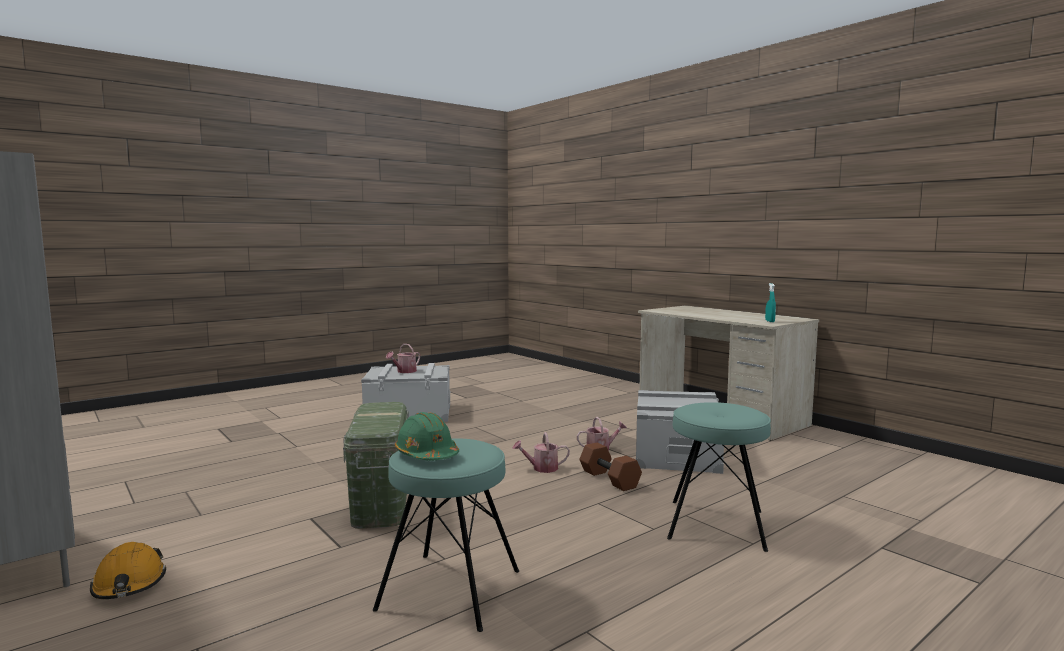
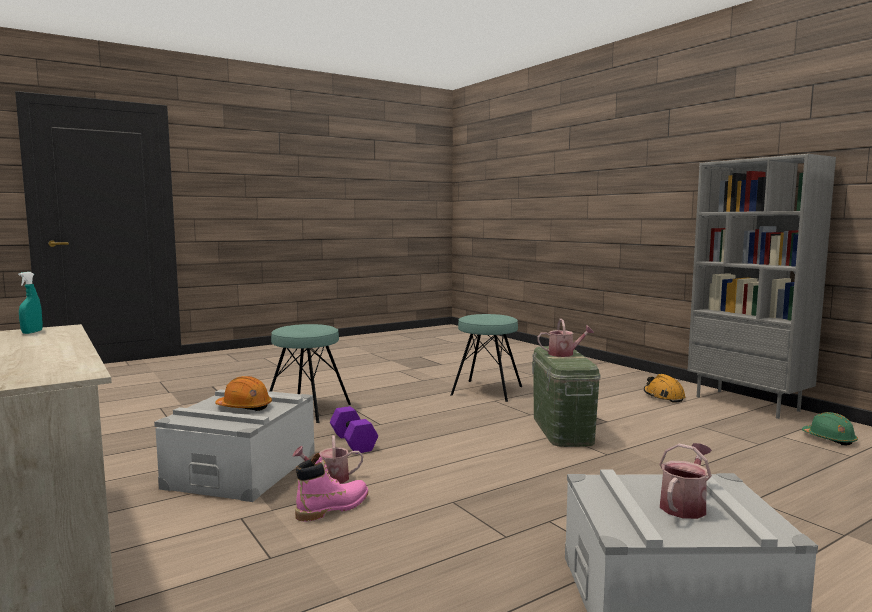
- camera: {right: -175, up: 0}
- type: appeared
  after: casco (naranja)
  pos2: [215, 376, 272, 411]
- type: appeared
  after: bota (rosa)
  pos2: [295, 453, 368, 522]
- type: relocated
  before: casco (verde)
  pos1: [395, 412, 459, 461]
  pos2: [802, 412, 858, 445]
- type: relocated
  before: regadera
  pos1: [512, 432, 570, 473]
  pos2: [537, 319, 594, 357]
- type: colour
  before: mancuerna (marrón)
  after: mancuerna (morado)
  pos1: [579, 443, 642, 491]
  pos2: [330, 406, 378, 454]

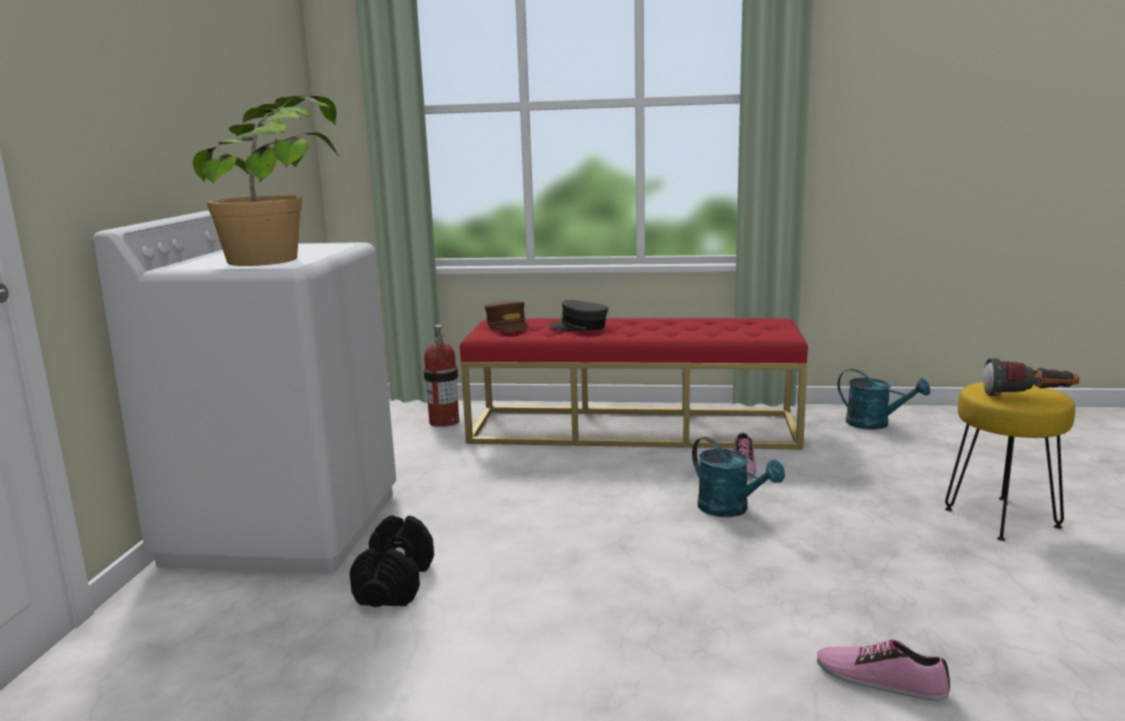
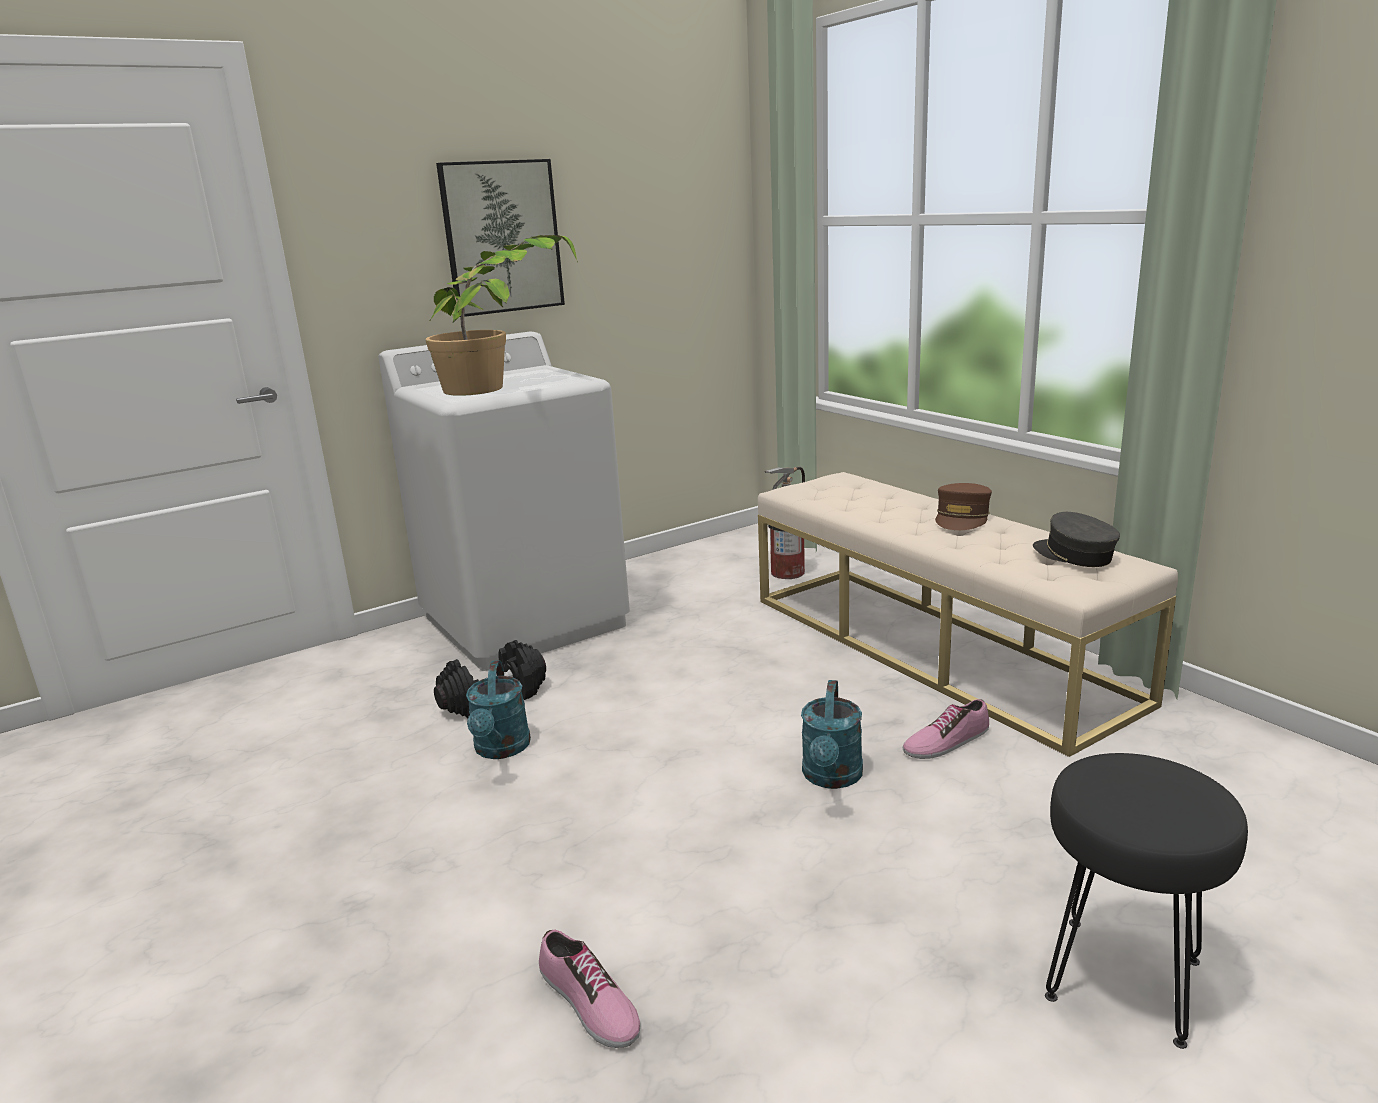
- camera: {right: 50, up: 5}
- type: missing
  before: linterna
  pos1: [983, 358, 1079, 396]
- type: appeared
  after: cuadro
  pos2: [436, 159, 565, 317]
- type: relocated
  before: gorra (marrón)
  pos1: [485, 301, 528, 332]
  pos2: [935, 483, 992, 530]
- type: relocated
  before: gorra (gris)
  pos1: [548, 300, 609, 331]
  pos2: [1033, 512, 1120, 567]
- type: relocated
  before: regadera (turquesa)
  pos1: [838, 369, 930, 430]
  pos2: [466, 660, 531, 759]
- type: colour
  before: banco (rojo)
  after: banco (beis)
  pos1: [460, 318, 808, 450]
  pos2: [758, 472, 1178, 757]
- type: colour
  before: taburete (amarillo)
  after: taburete (negro)
  pos1: [945, 382, 1075, 541]
  pos2: [1045, 753, 1248, 1049]
- type: spun
  before: zapato
  pos1: [817, 640, 950, 701]
  pos2: [539, 929, 641, 1048]
  turn: 150

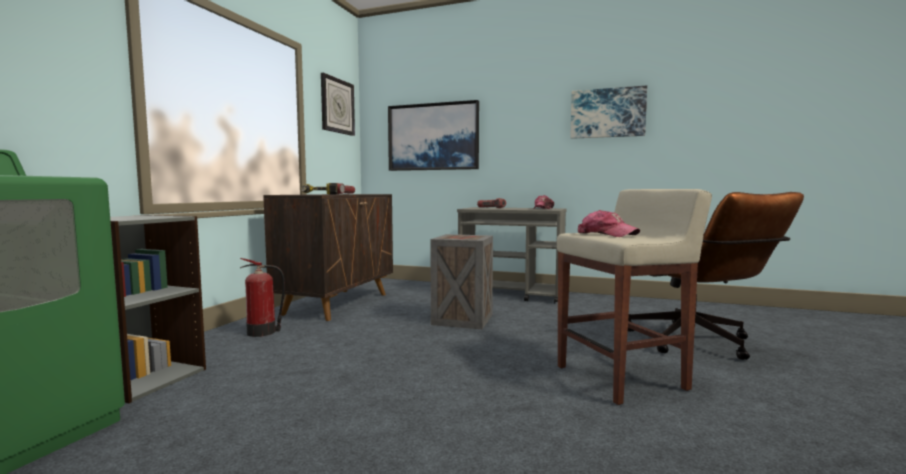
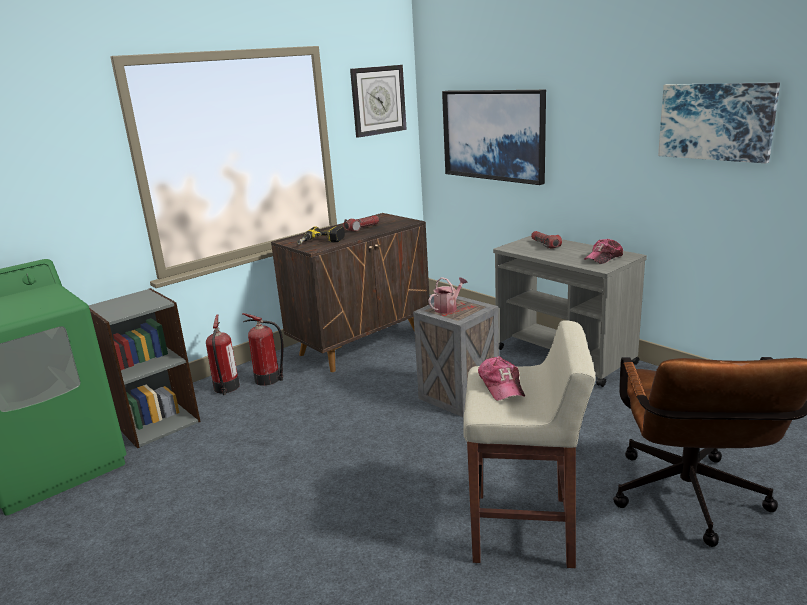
- camera: {right: 30, up: 15}
- type: appeared
  after: extintor
  pos2: [206, 314, 240, 395]
- type: appeared
  after: regadera
  pos2: [428, 277, 468, 314]

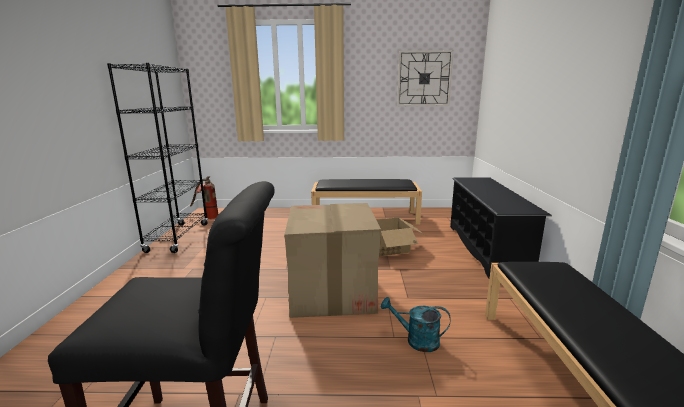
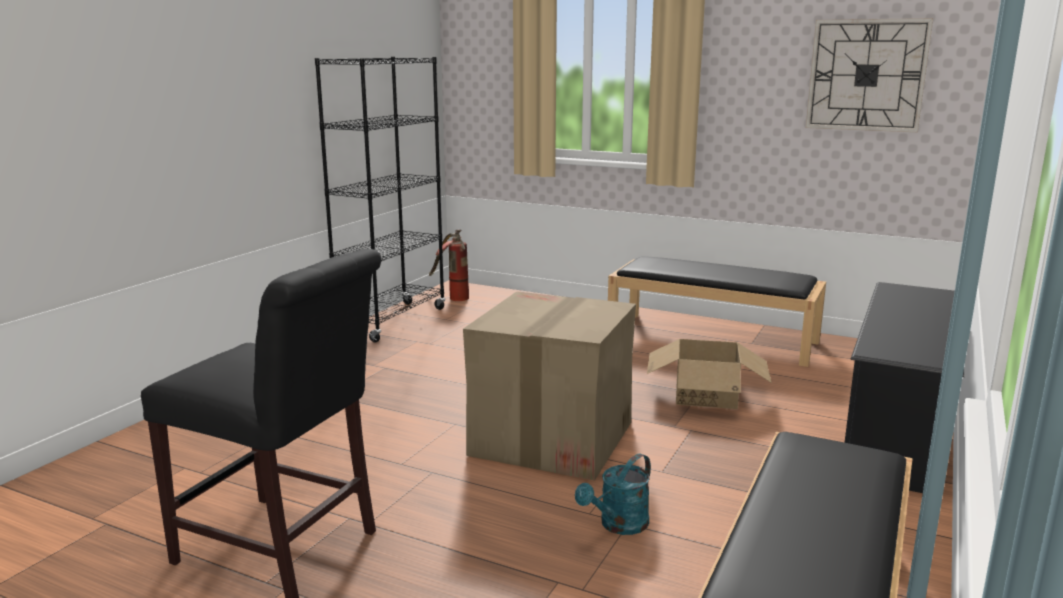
- camera: {right: 25, up: 0}
- type: spun
  before: regadera (turquesa)
  pos1: [381, 297, 451, 352]
  pos2: [575, 453, 651, 535]
  turn: -90

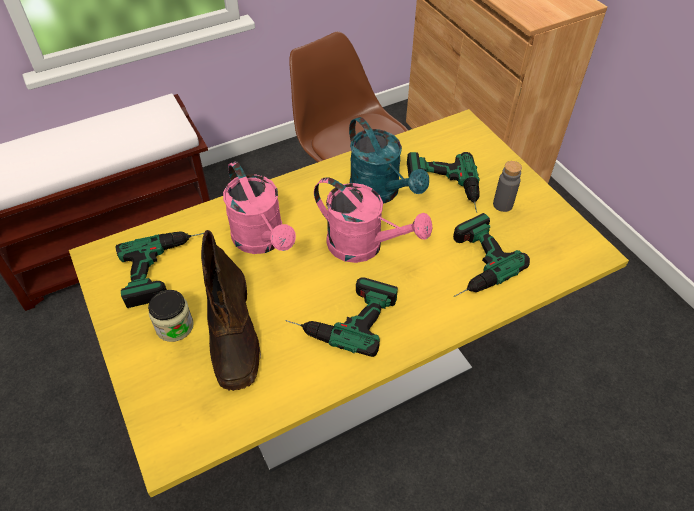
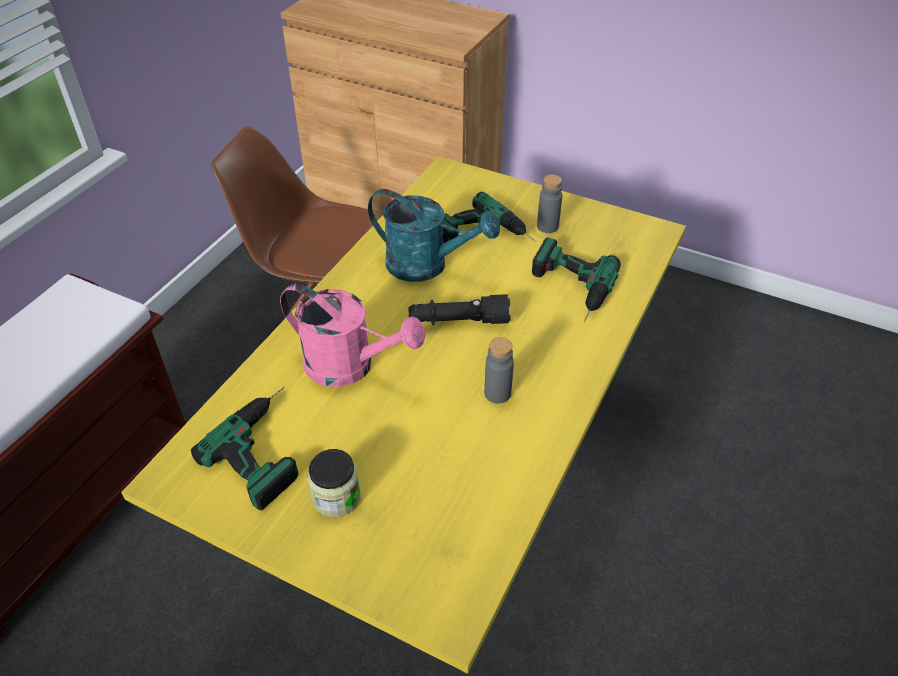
- camera: {right: -35, up: -5}
- type: missing
  before: bota (marrón)
  pos1: [201, 230, 261, 391]
- type: exchanged
  before: taladro
  after: botella (gris)
  pos1: [285, 277, 398, 357]
  pos2: [484, 337, 514, 403]
- type: exchanged
  before: regadera (rosa)
  after: linterna (negro)
  pos1: [314, 177, 433, 263]
  pos2: [408, 294, 511, 325]

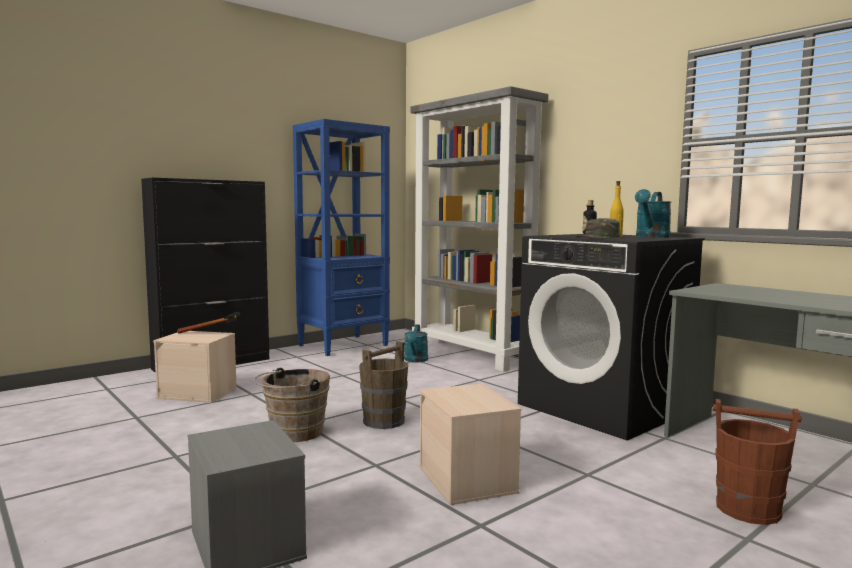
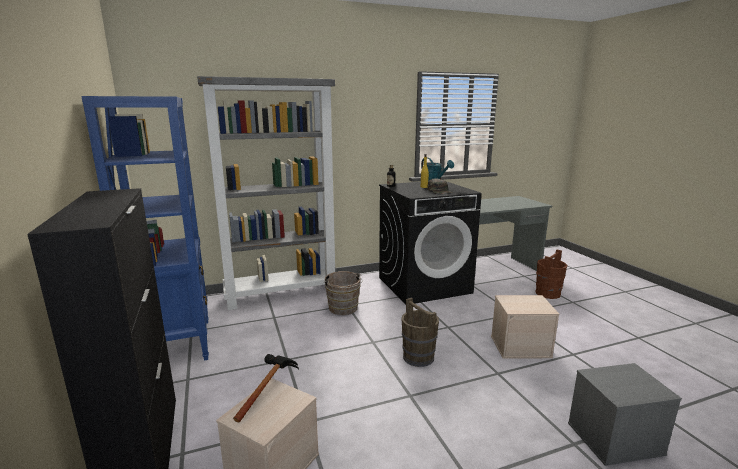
- camera: {right: -70, up: 10}
- type: missing
  before: regadera (turquesa)
  pos1: [404, 325, 428, 363]
- type: relocated
  before: cubo (marrón)
  pos1: [254, 368, 330, 442]
  pos2: [324, 271, 363, 315]

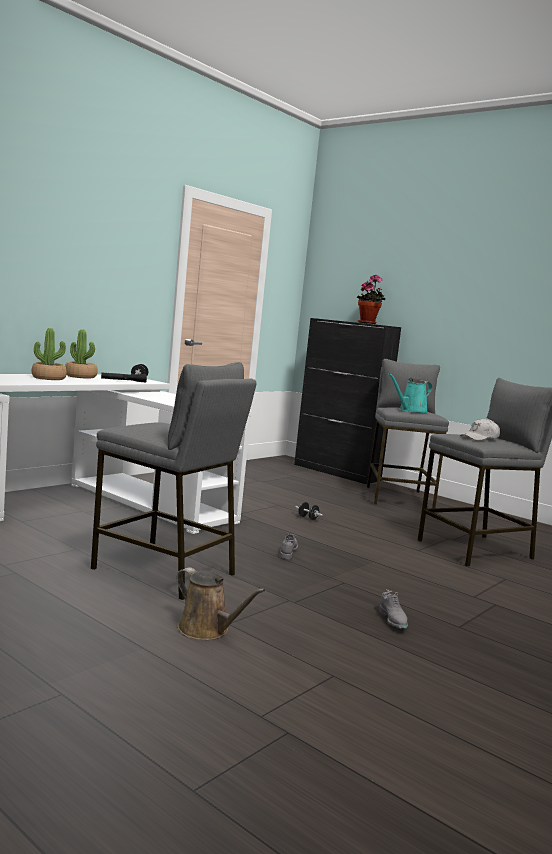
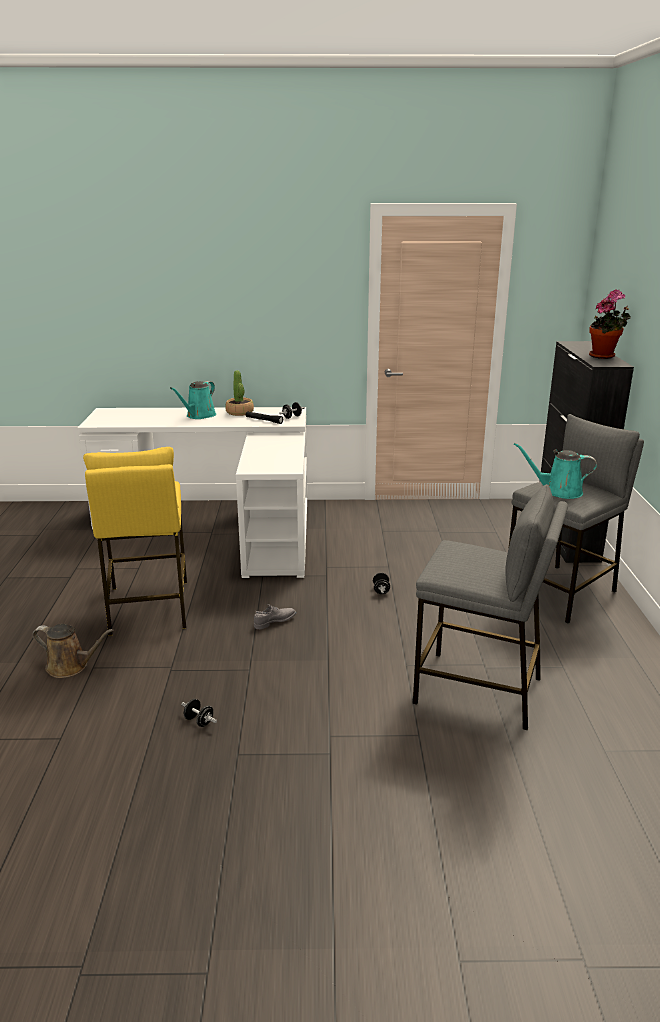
- camera: {right: 50, up: 15}
- type: missing
  before: gorra (blanco)
  pos1: [460, 418, 500, 441]
- type: exchanged
  before: planta en maceta
  after: regadera (turquesa)
  pos1: [32, 328, 67, 380]
  pos2: [170, 381, 216, 419]
- type: exchanged
  before: zapato (gris)
  after: mancuerna (negro)
  pos1: [379, 589, 408, 629]
  pos2: [181, 699, 217, 727]
- type: colour
  before: taburete (gris)
  after: taburete (amarillo)
  pos1: [91, 362, 256, 600]
  pos2: [83, 447, 187, 636]
- type: spun
  before: regadera (marrón)
  pos1: [176, 567, 266, 640]
  pos2: [32, 624, 114, 678]
  turn: -75

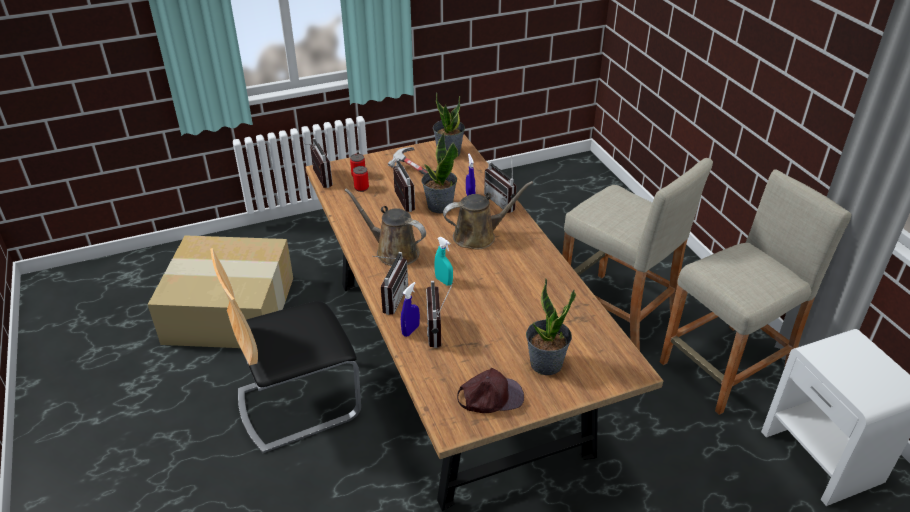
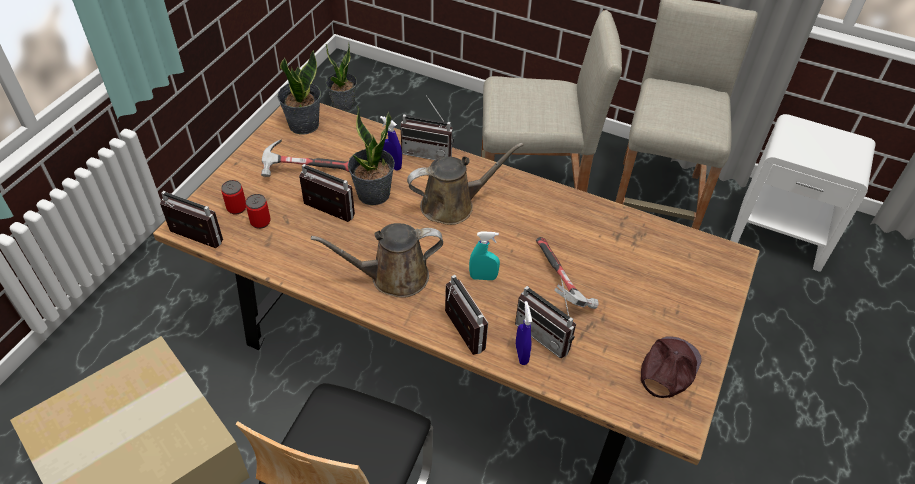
- camera: {right: -45, up: 10}
- type: appeared
  after: martillo
  pos2: [536, 237, 599, 309]
- type: relocated
  before: planta en maceta
  pos1: [526, 279, 576, 375]
  pos2: [326, 42, 357, 111]
- type: spun
  before: regadera (marrón)
  pos1: [443, 181, 533, 249]
  pos2: [407, 143, 523, 225]
  turn: 45

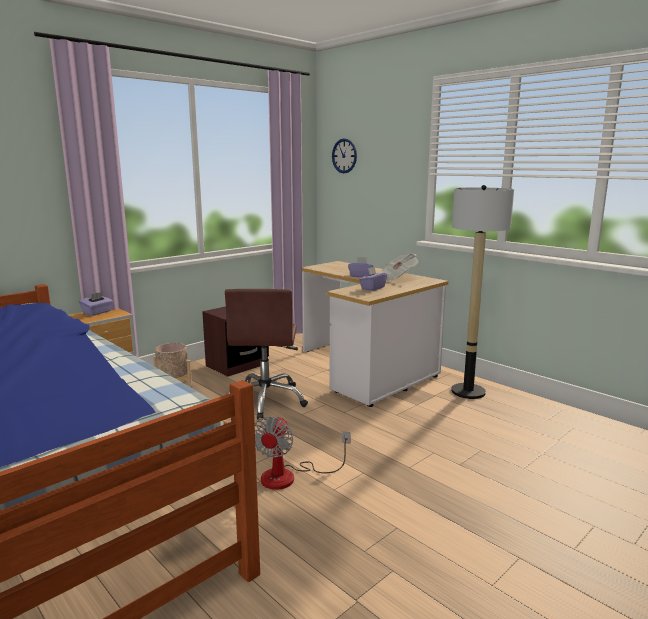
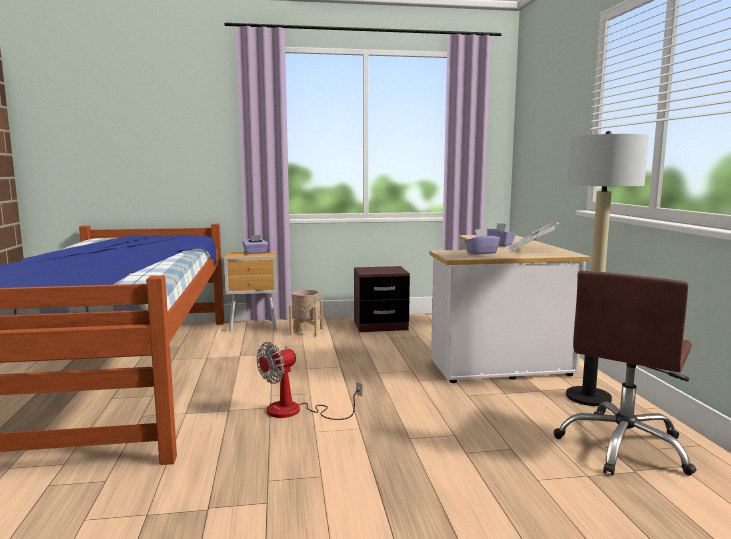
- camera: {right: 35, up: -5}
- type: missing
  before: reloj de pared
  pos1: [332, 138, 357, 173]
- type: relocated
  before: silla de oficina (marrón)
  pos1: [225, 289, 308, 420]
  pos2: [554, 271, 697, 476]

